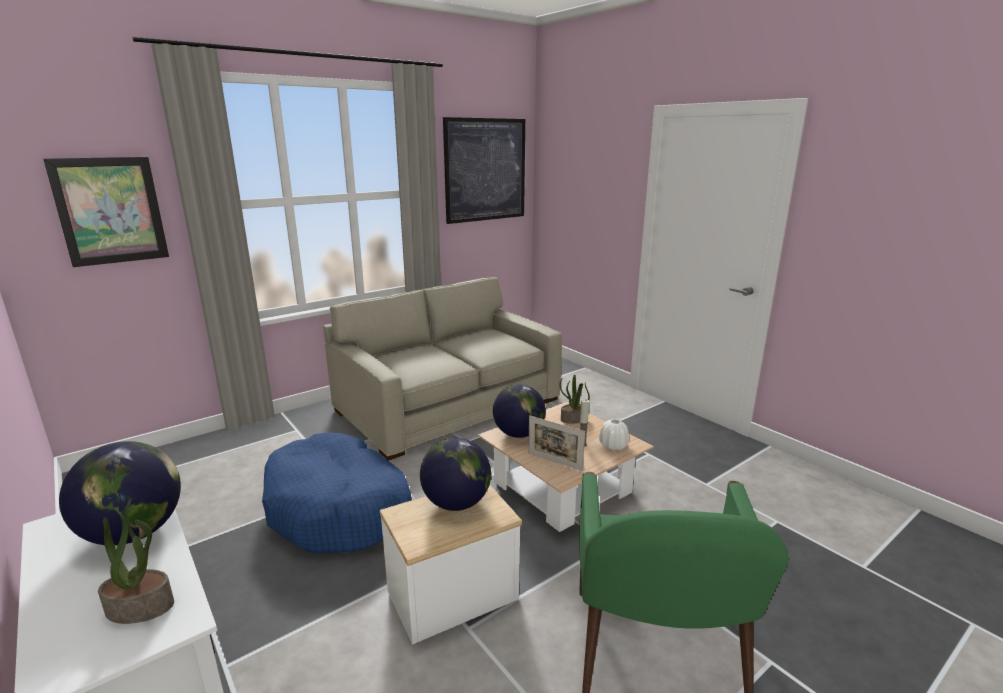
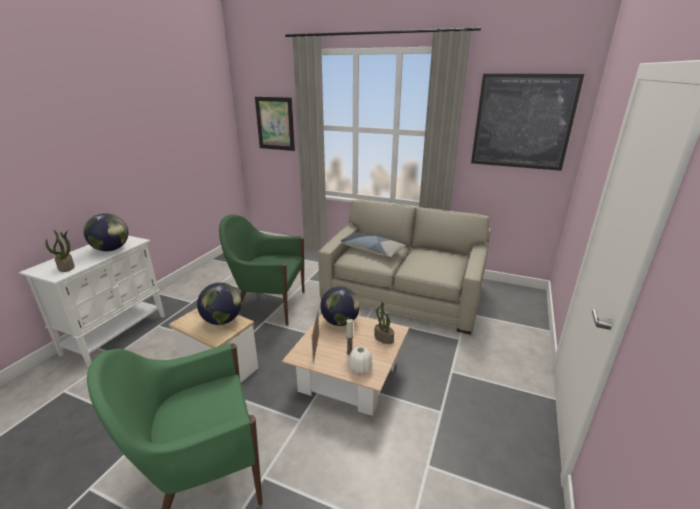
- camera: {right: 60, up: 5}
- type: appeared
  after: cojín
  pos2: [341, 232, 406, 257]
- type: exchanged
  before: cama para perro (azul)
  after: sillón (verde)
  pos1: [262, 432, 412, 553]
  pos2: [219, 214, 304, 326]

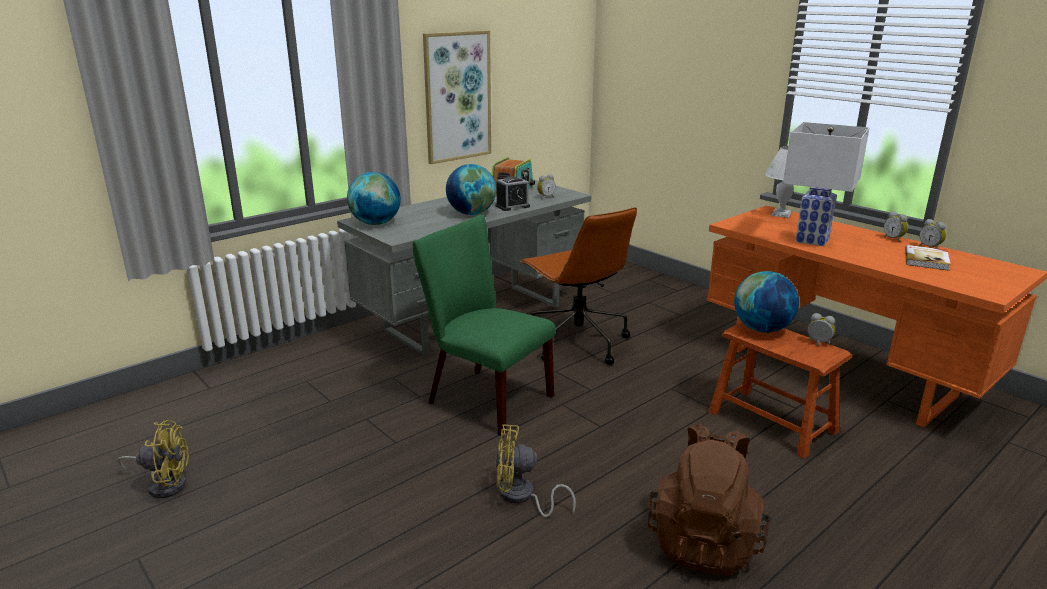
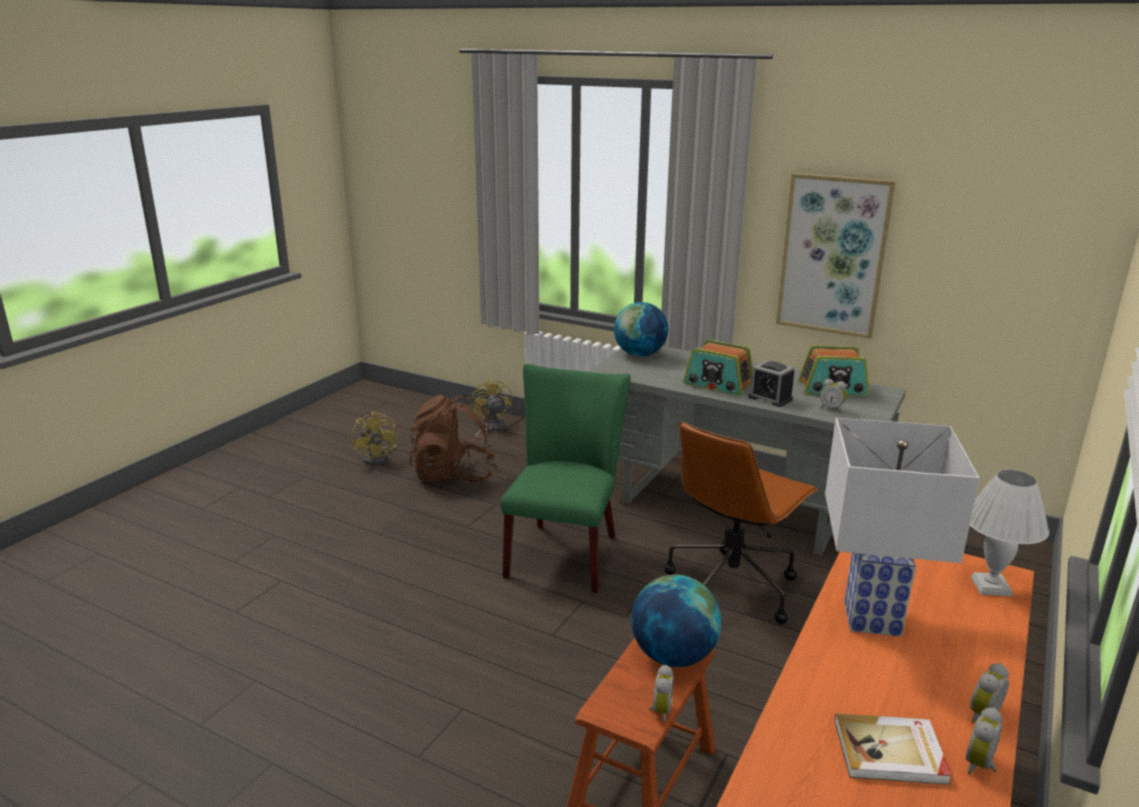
- camera: {right: 70, up: 0}
- type: relocated
  before: ventilador (amarillo)
  pos1: [496, 424, 576, 517]
  pos2: [471, 378, 512, 444]
- type: relocated
  before: mochila (marrón)
  pos1: [648, 424, 771, 575]
  pos2: [410, 394, 496, 482]
- type: exchanged
  before: globo terráqueo
  after: radio
  pos1: [446, 164, 496, 215]
  pos2: [683, 340, 753, 396]

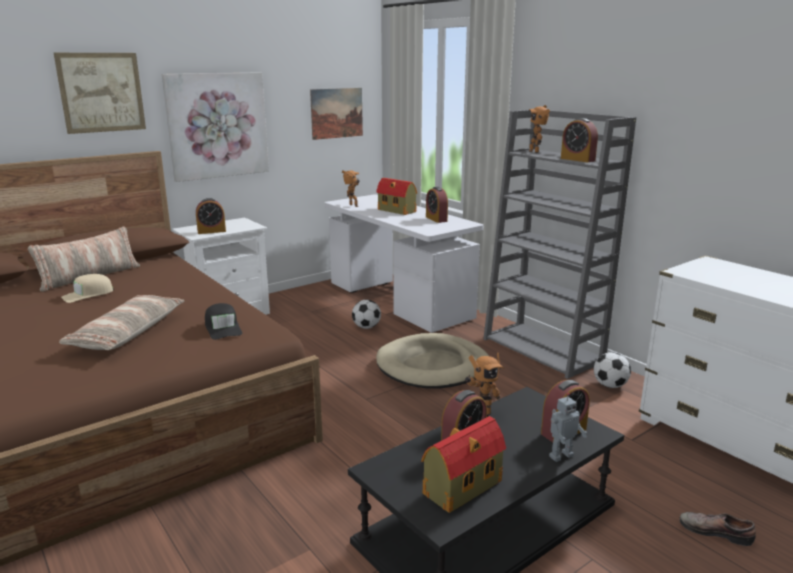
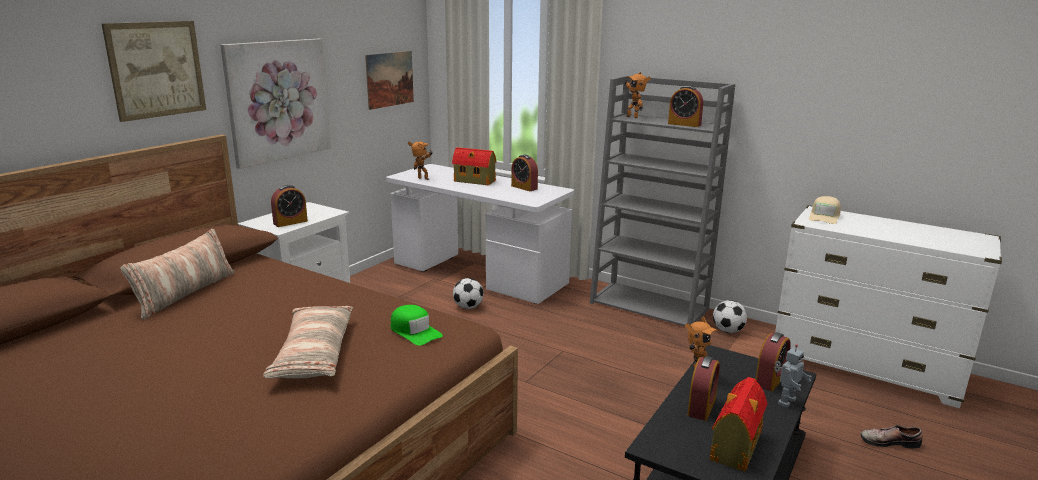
- camera: {right: -20, up: 0}
- type: missing
  before: cama para perro (beis)
  pos1: [376, 333, 489, 389]
- type: relocated
  before: gorra (beis)
  pos1: [61, 274, 114, 303]
  pos2: [809, 196, 841, 224]
- type: colour
  before: gorra (negro)
  after: gorra (verde)
  pos1: [205, 303, 242, 340]
  pos2: [390, 305, 443, 346]

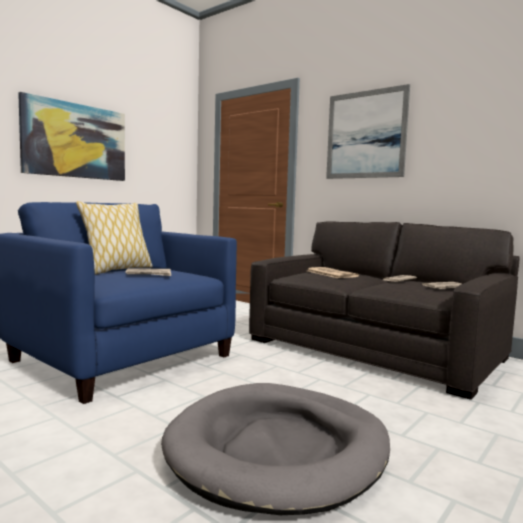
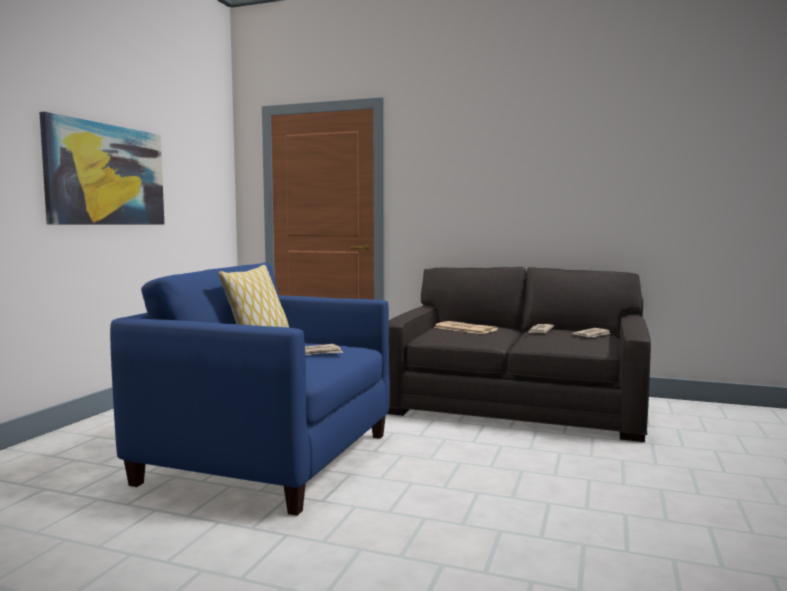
- camera: {right: -20, up: 0}
- type: missing
  before: cama para perro (gris)
  pos1: [161, 383, 390, 515]
- type: missing
  before: cuadro
  pos1: [326, 84, 410, 179]

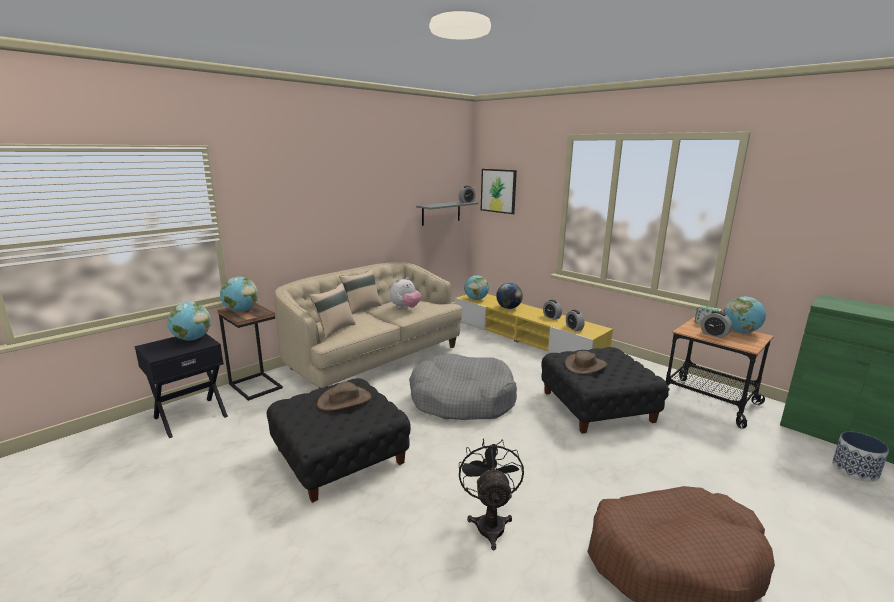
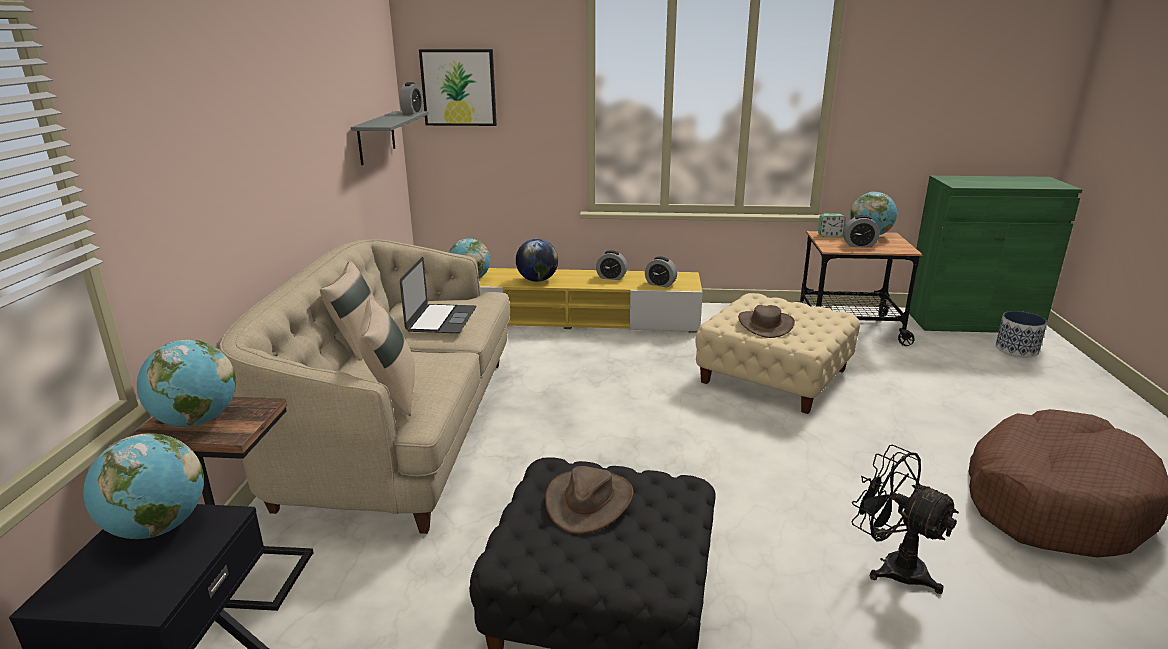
- camera: {right: -40, up: 5}
- type: missing
  before: cama para perro (gris)
  pos1: [409, 354, 517, 420]
- type: exchanged
  before: peluche
  after: portátil
  pos1: [390, 277, 421, 308]
  pos2: [400, 257, 476, 333]
- type: colour
  before: puf (negro)
  after: puf (beis)
  pos1: [541, 347, 669, 434]
  pos2: [695, 293, 860, 414]

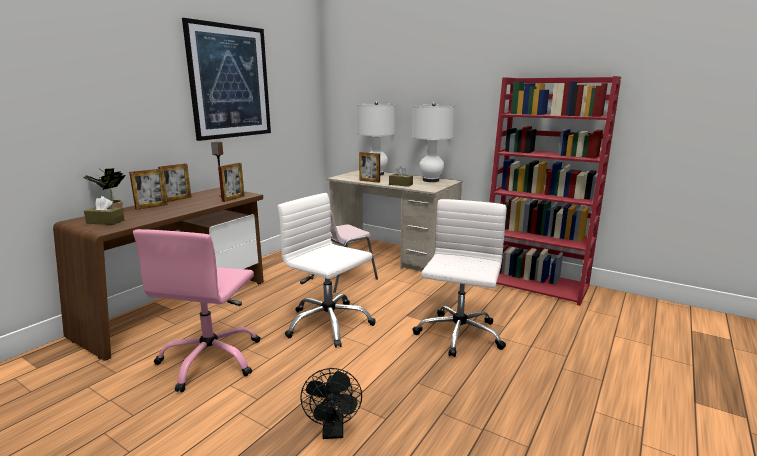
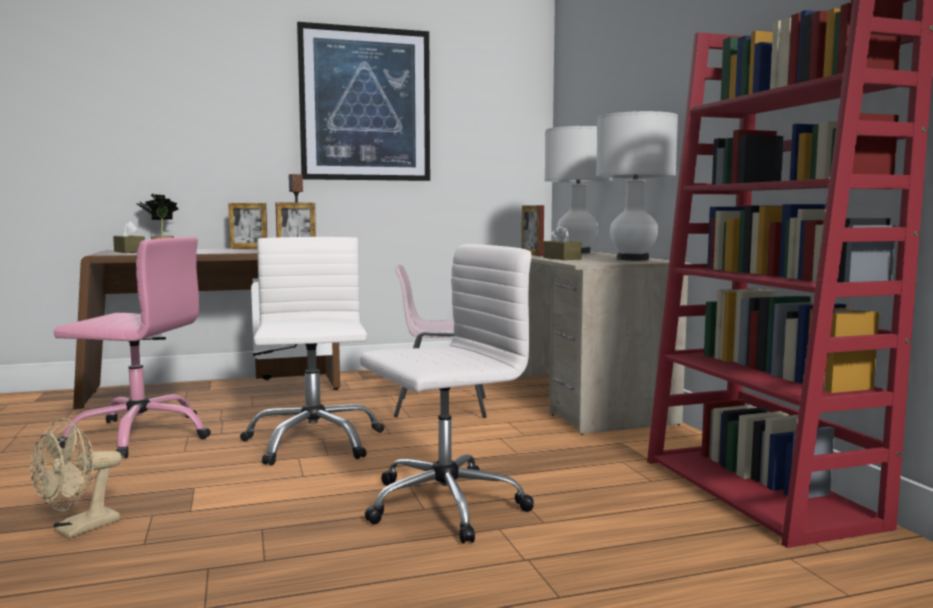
- camera: {right: 40, up: -10}
- type: missing
  before: portarretratos
  pos1: [129, 169, 168, 210]
- type: colour
  before: ventilador (negro)
  after: ventilador (beis)
  pos1: [300, 368, 362, 439]
  pos2: [30, 418, 122, 538]
- type: spun
  before: silla de oficina (rosa)
  pos1: [133, 229, 260, 392]
  pos2: [54, 237, 211, 458]
  turn: -135

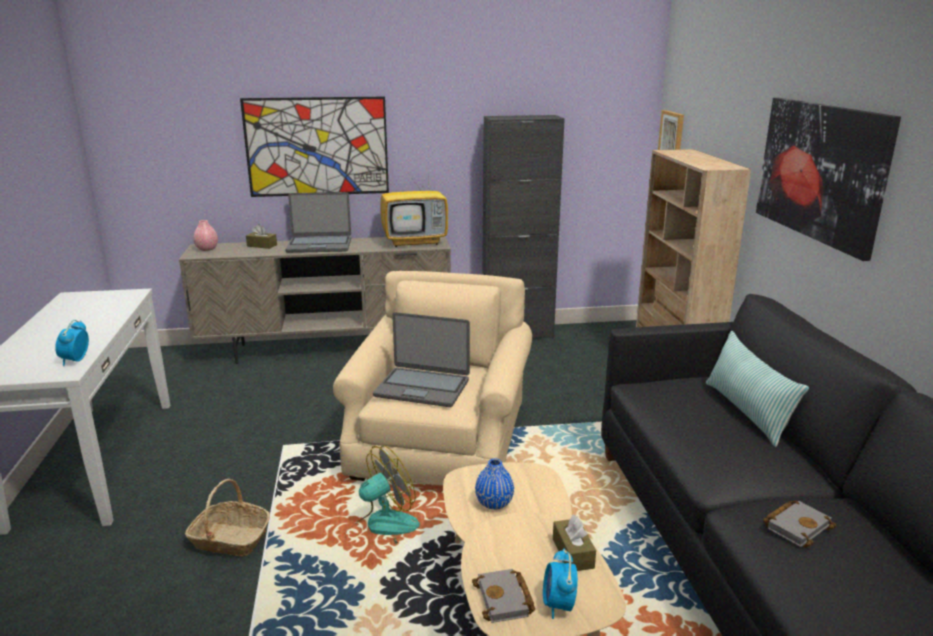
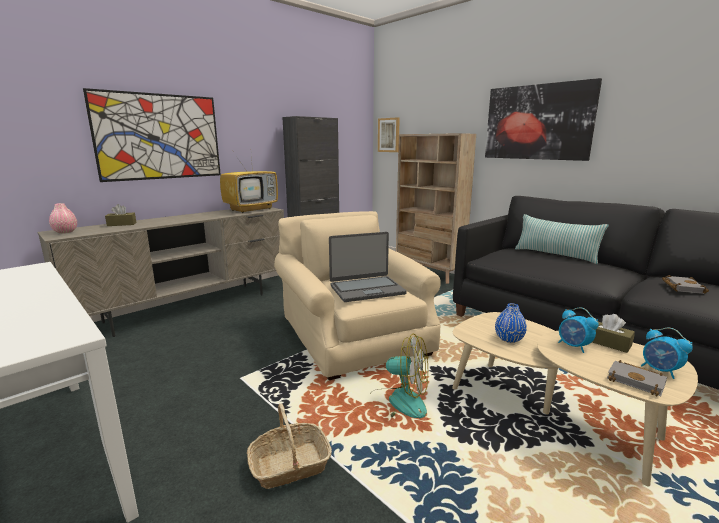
- camera: {right: -35, up: -5}
- type: missing
  before: portátil
  pos1: [285, 192, 351, 253]
- type: relocated
  before: despertador
  pos1: [55, 320, 89, 366]
  pos2: [558, 308, 599, 353]
- type: spun
  before: ventilador
  pos1: [345, 446, 420, 545]
  pos2: [377, 334, 428, 418]
  turn: 90

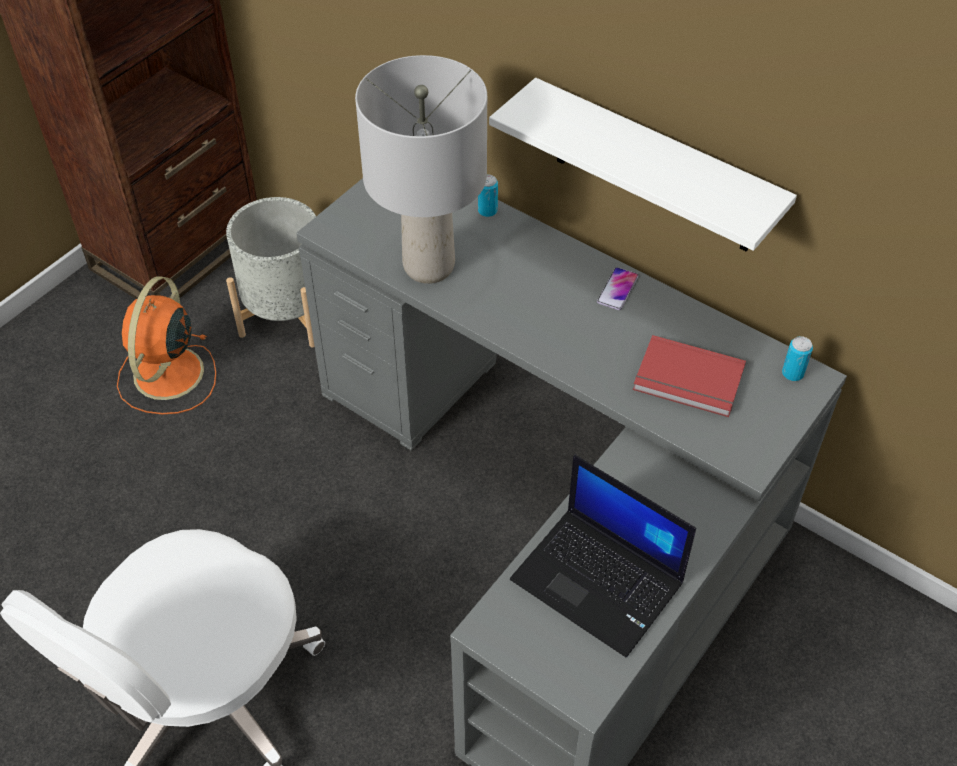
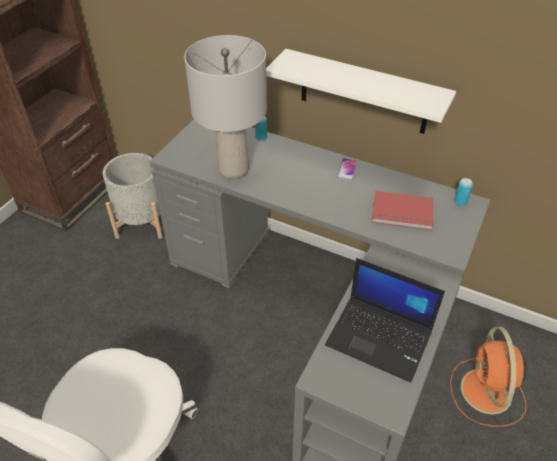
- camera: {right: -10, up: -5}
- type: relocated
  before: ventilador (naranja)
  pos1: [117, 276, 216, 415]
  pos2: [450, 327, 527, 427]

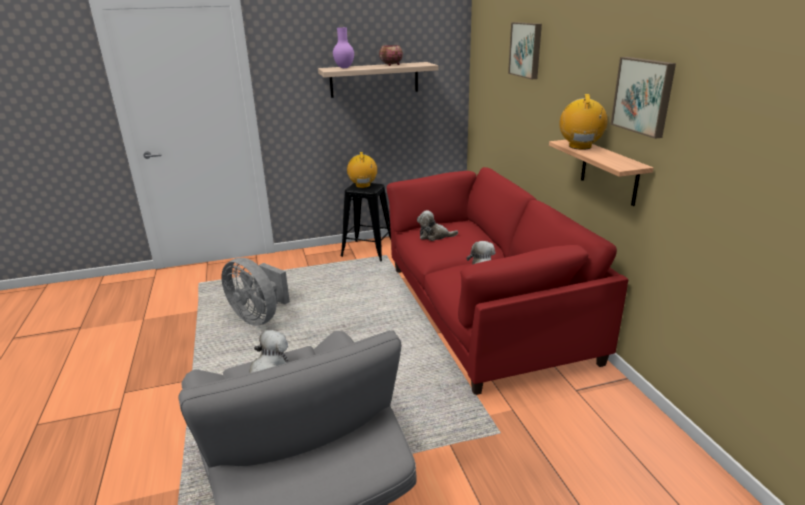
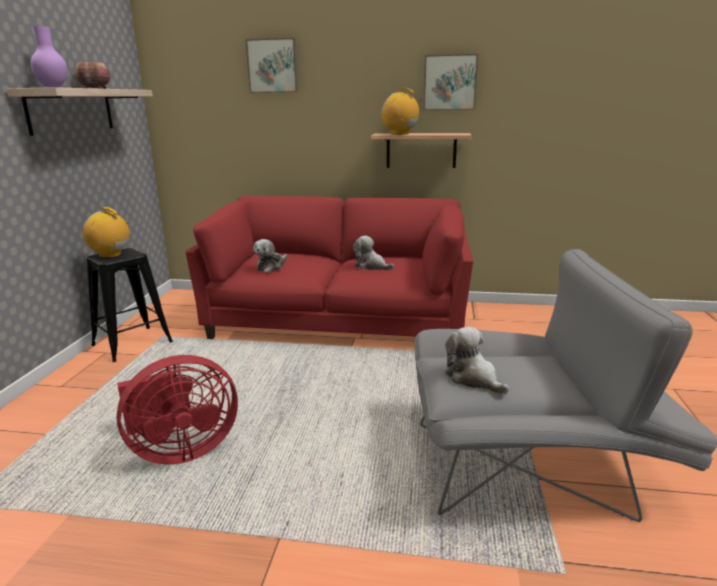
- camera: {right: -65, up: -5}
- type: colour
  before: ventilador (gris)
  after: ventilador (rojo)
  pos1: [222, 258, 290, 326]
  pos2: [116, 355, 238, 465]

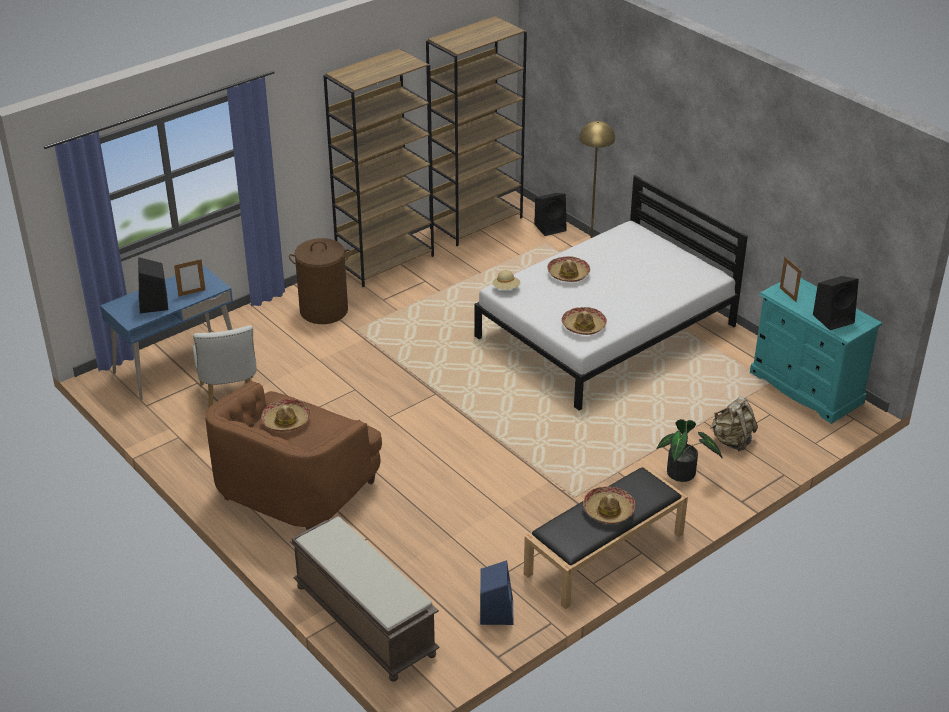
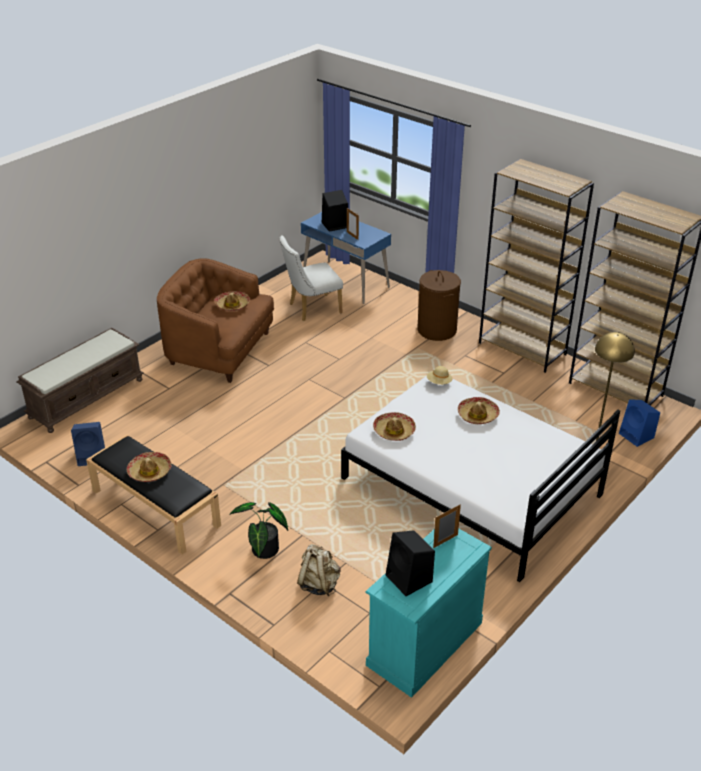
- camera: {right: 80, up: 0}
- type: colour
  before: altavoz (negro)
  after: altavoz (azul)
  pos1: [534, 193, 567, 236]
  pos2: [619, 399, 660, 447]

